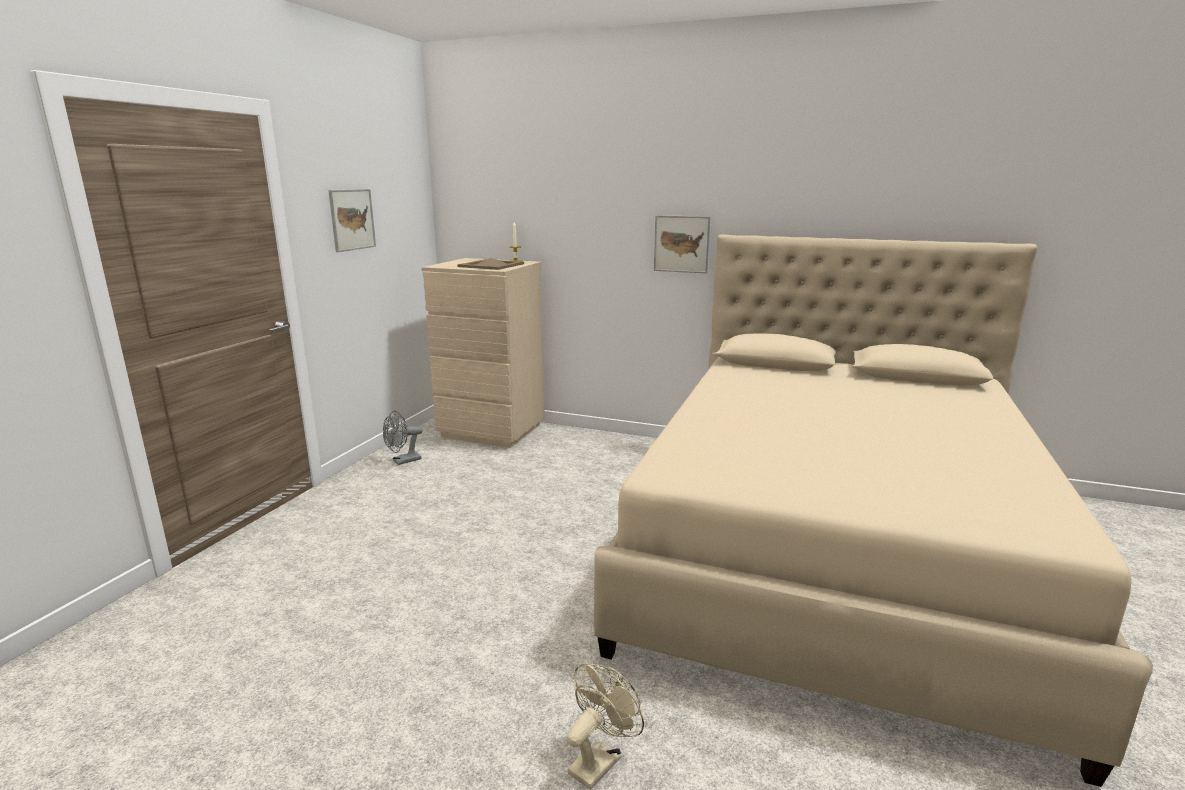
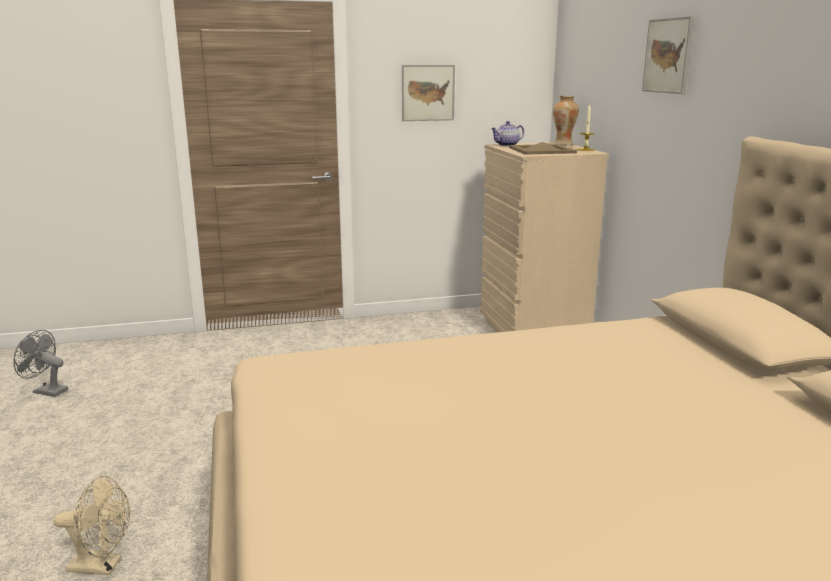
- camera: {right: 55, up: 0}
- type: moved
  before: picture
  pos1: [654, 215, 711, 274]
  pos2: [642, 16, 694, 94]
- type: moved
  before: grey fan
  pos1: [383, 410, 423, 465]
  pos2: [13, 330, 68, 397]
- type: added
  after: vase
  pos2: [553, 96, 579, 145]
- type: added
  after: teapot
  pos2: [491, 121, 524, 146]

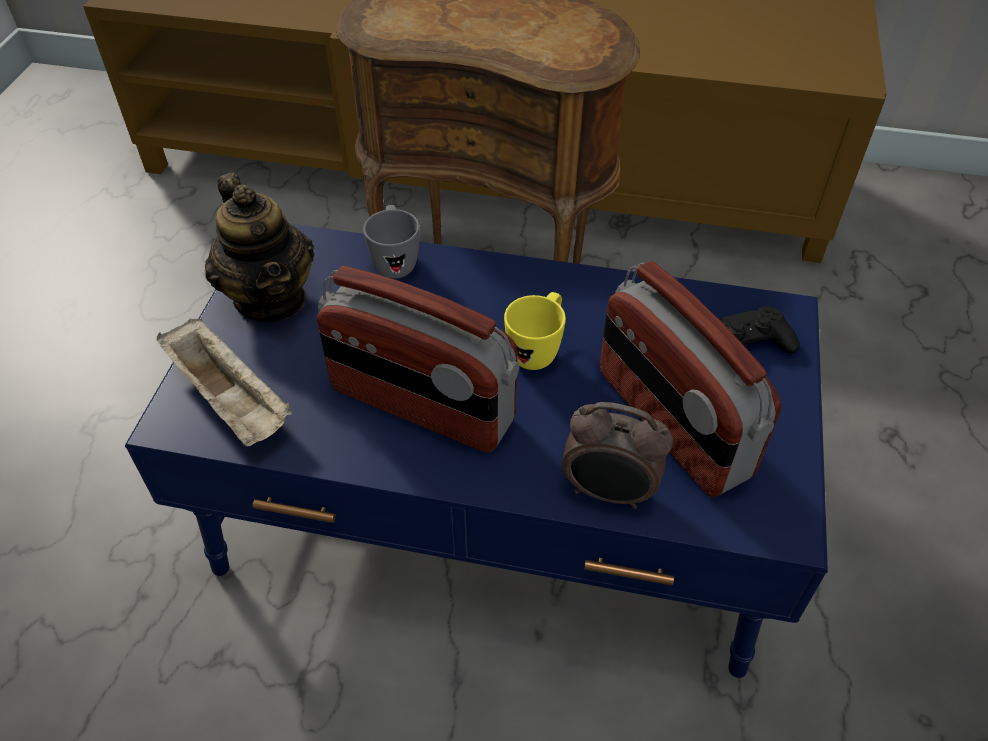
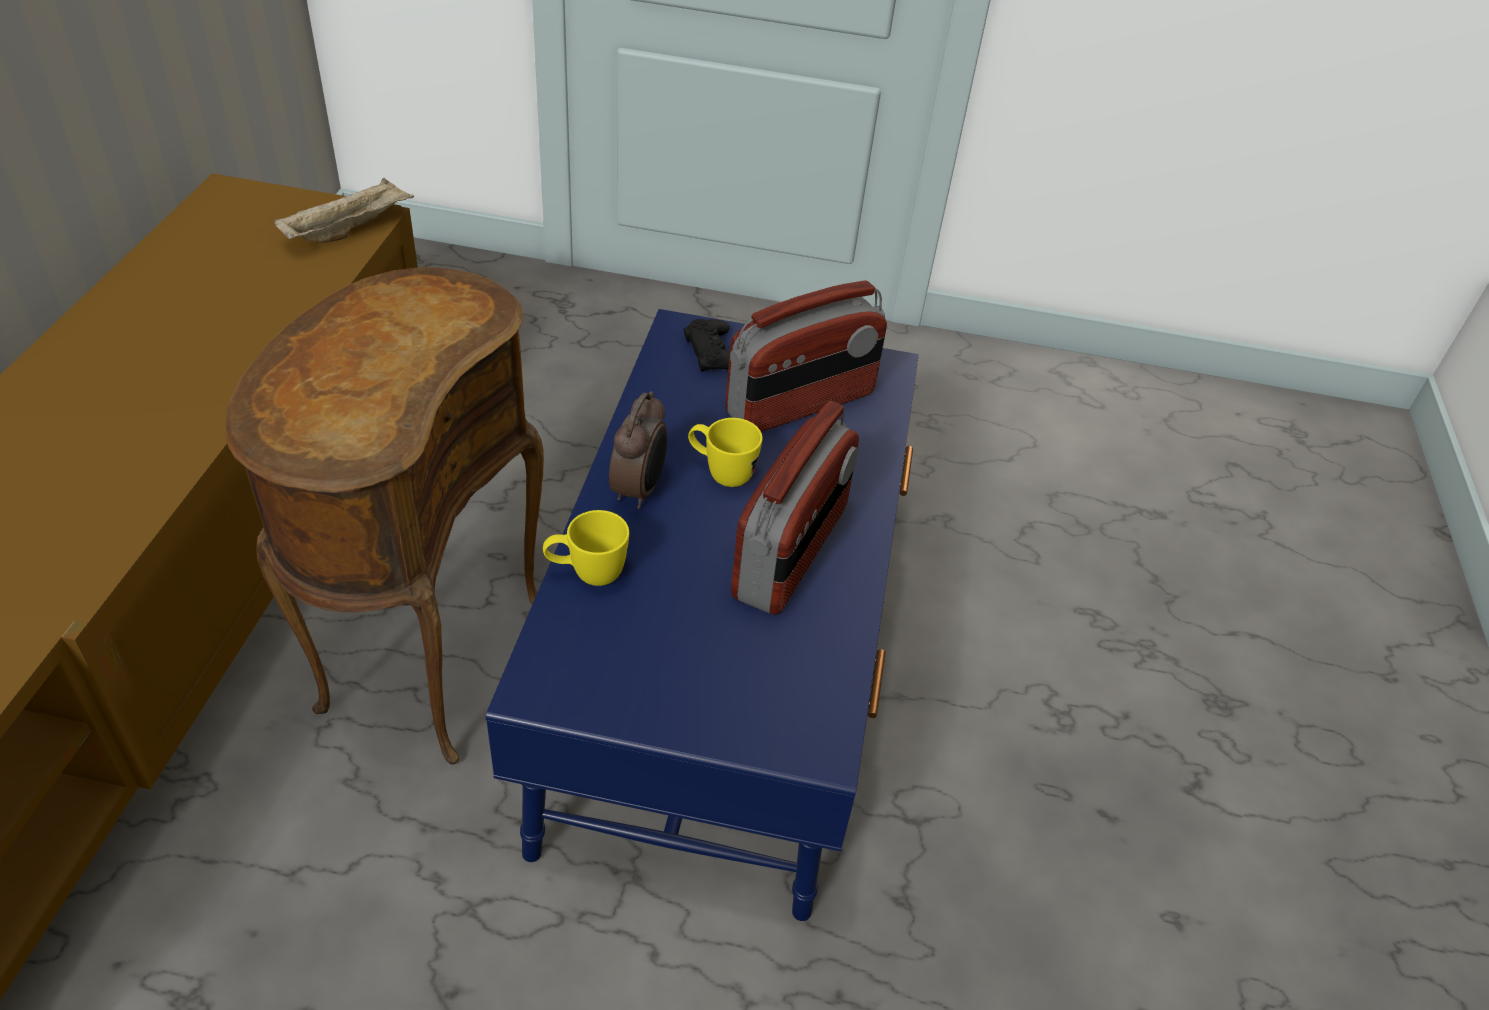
- camera: {right: -95, up: -5}
- type: removed
  before: teapot
  pos1: [205, 173, 314, 322]
- type: recoloured
  before: grey mug
  after: yellow mug
  pos1: [363, 205, 420, 278]
  pos2: [543, 510, 629, 586]
- type: moved
  before: beige tray
  pos1: [157, 318, 292, 447]
  pos2: [274, 178, 414, 243]
- type: moved
  before: alarm clock
  pos1: [562, 402, 673, 509]
  pos2: [609, 391, 667, 509]

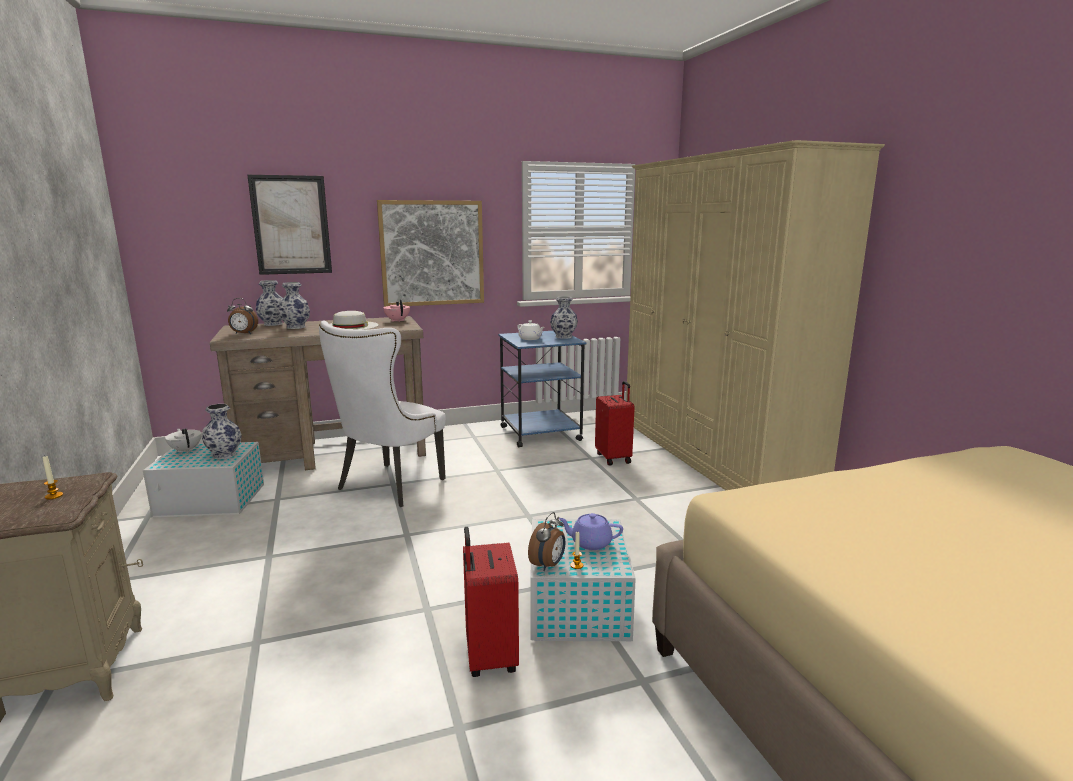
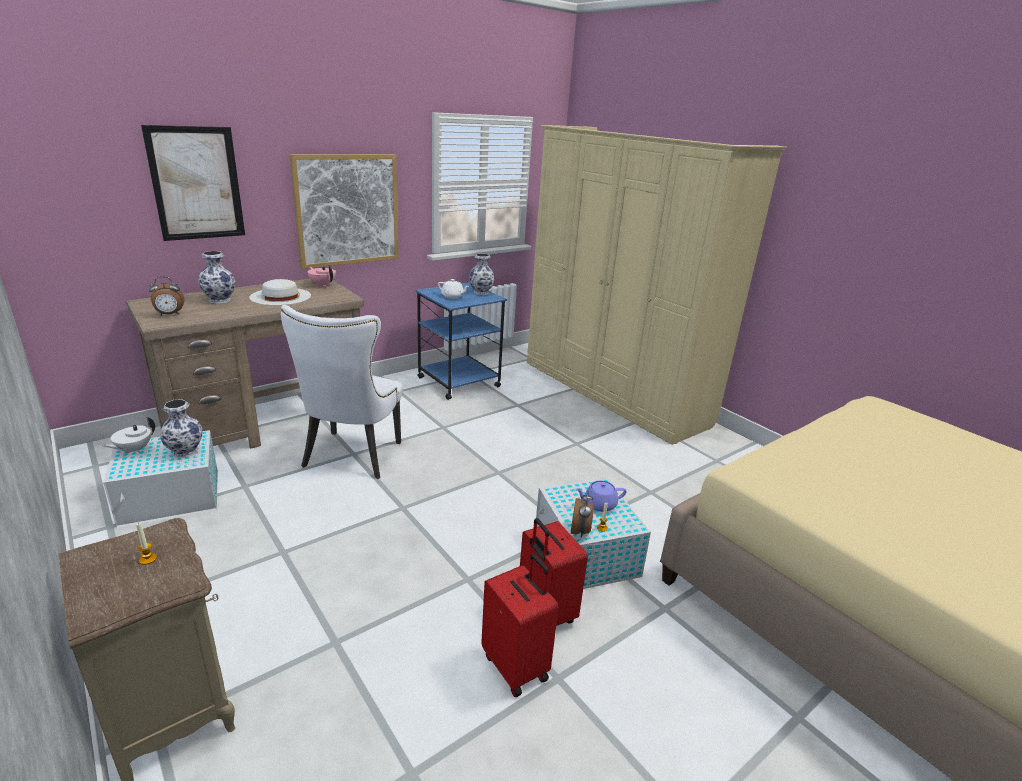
- camera: {right: -20, up: 10}
- type: removed
  before: vase
  pos1: [256, 280, 283, 326]
- type: moved
  before: red suitcase
  pos1: [595, 381, 635, 466]
  pos2: [481, 554, 559, 697]
- type: turned
  before: white teapot
  pos1: [165, 429, 201, 453]
  pos2: [102, 417, 155, 454]
  turn: -90

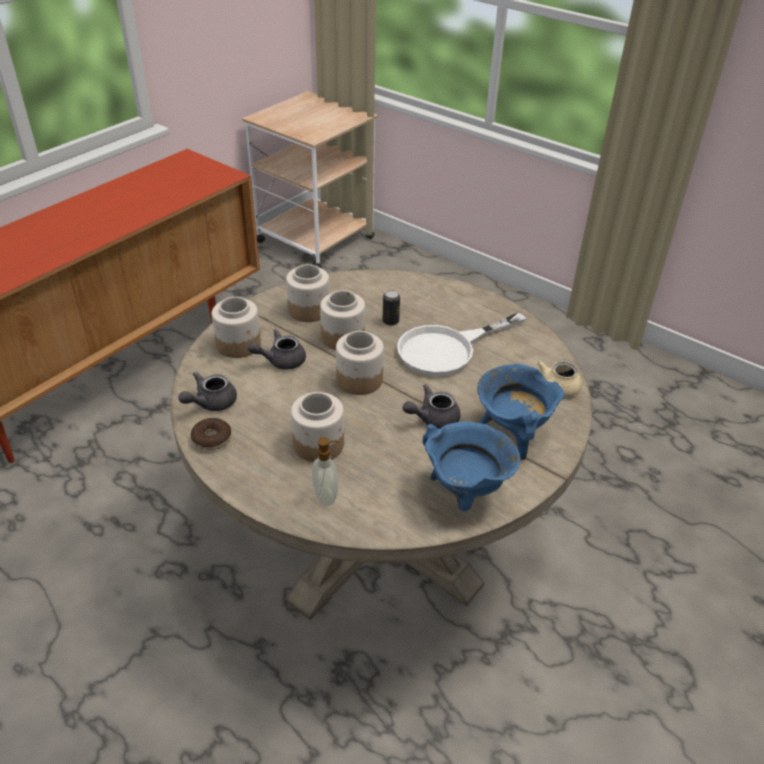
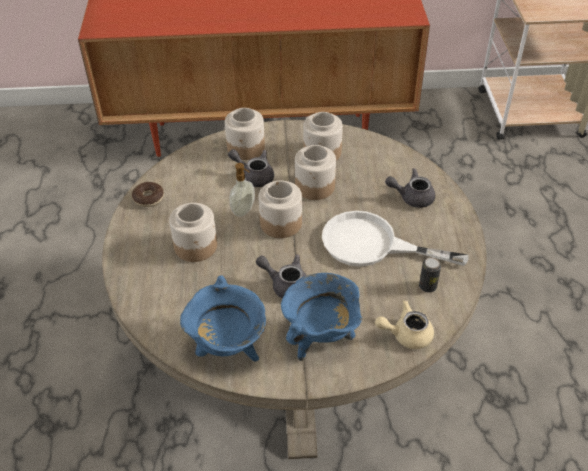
- camera: {right: 50, up: 5}
- type: moved
  before: can
  pos1: [383, 290, 400, 326]
  pos2: [419, 257, 441, 292]
- type: moved
  before: grey teapot
  pos1: [178, 372, 237, 411]
  pos2: [385, 168, 435, 208]
- type: moved
  before: soap dispenser
  pos1: [312, 437, 339, 506]
  pos2: [229, 163, 255, 217]

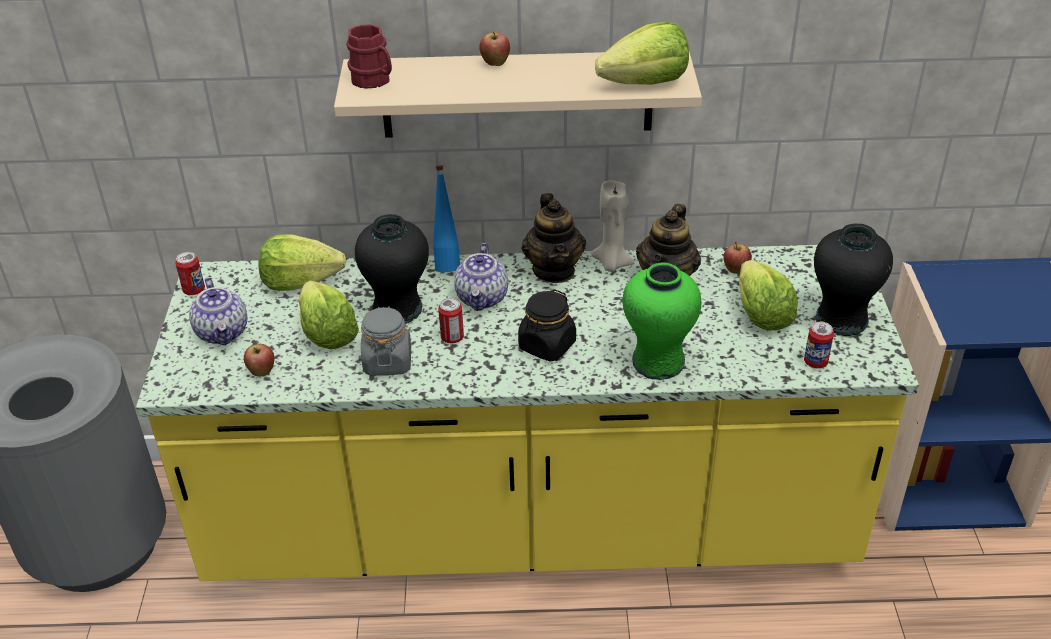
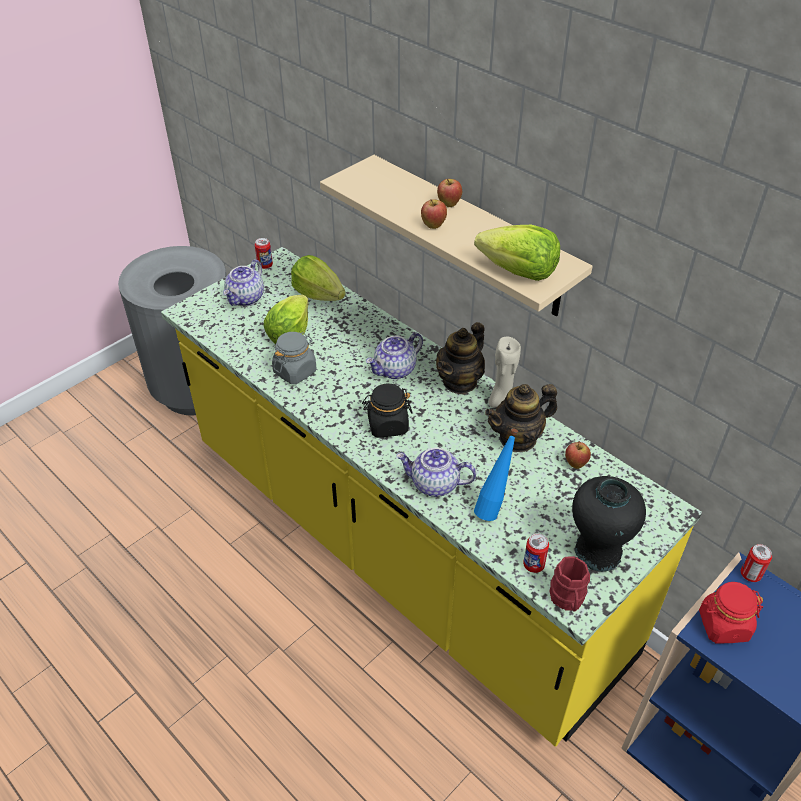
- camera: {right: 45, up: 5}
- type: moved
  before: red mug
  pos1: [346, 24, 392, 89]
  pos2: [550, 556, 590, 612]
- type: moved
  before: blue bottle
  pos1: [433, 165, 460, 272]
  pos2: [474, 428, 518, 521]
- type: removed
  before: black vase
  pos1: [355, 214, 429, 324]
- type: removed
  before: lettuce
  pos1: [739, 260, 798, 331]
- type: replaced
  before: green vase
  after: teapot
  pos1: [622, 263, 701, 380]
  pos2: [396, 448, 476, 497]
- type: moved
  before: can
  pos1: [438, 298, 464, 343]
  pos2: [741, 544, 772, 582]
- type: moved
  before: apple
  pos1: [244, 344, 275, 377]
  pos2: [421, 199, 447, 229]
- type: added
  after: red jar
  pos2: [699, 582, 763, 643]

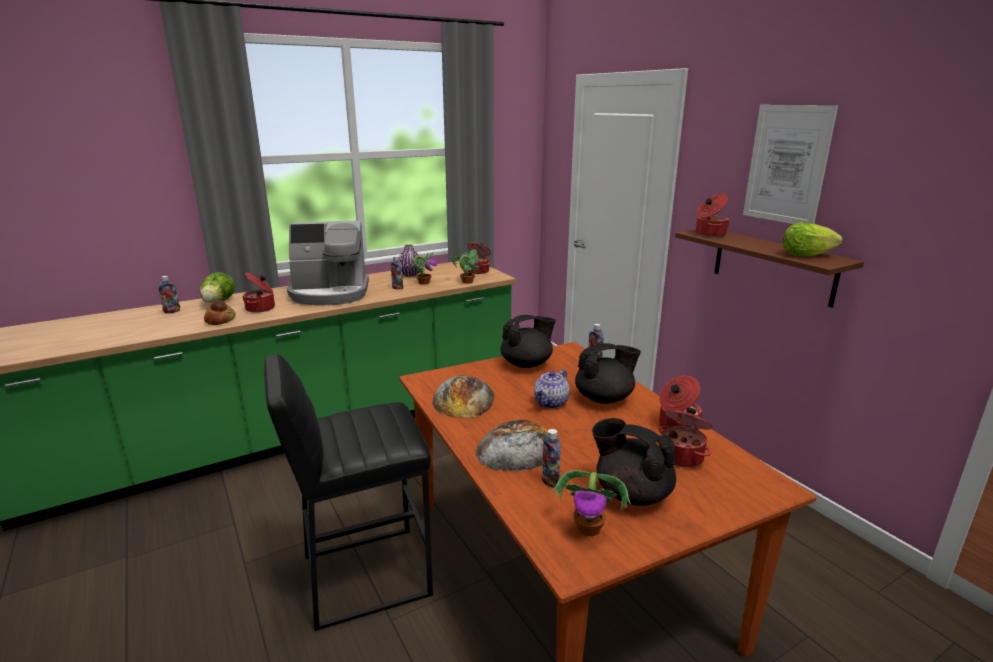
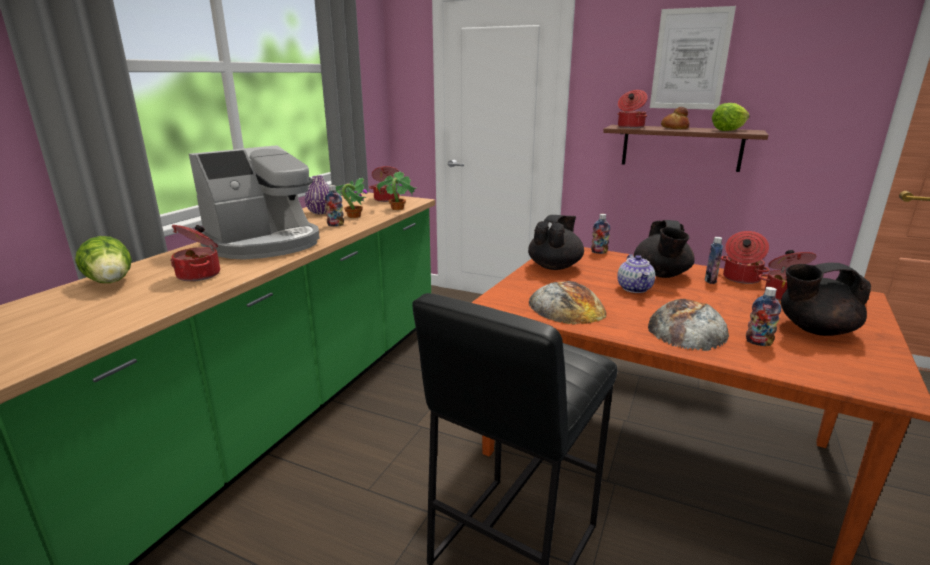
- camera: {right: -35, up: 0}
- type: moved
  before: bottle
  pos1: [158, 276, 180, 314]
  pos2: [705, 237, 723, 284]
- type: moved
  before: bread
  pos1: [204, 299, 236, 325]
  pos2: [661, 107, 689, 129]
- type: turned
  before: black teapot
  pos1: [575, 343, 641, 404]
  pos2: [634, 220, 695, 278]
  turn: 150
- type: removed
  before: potted plant
  pos1: [552, 470, 631, 536]

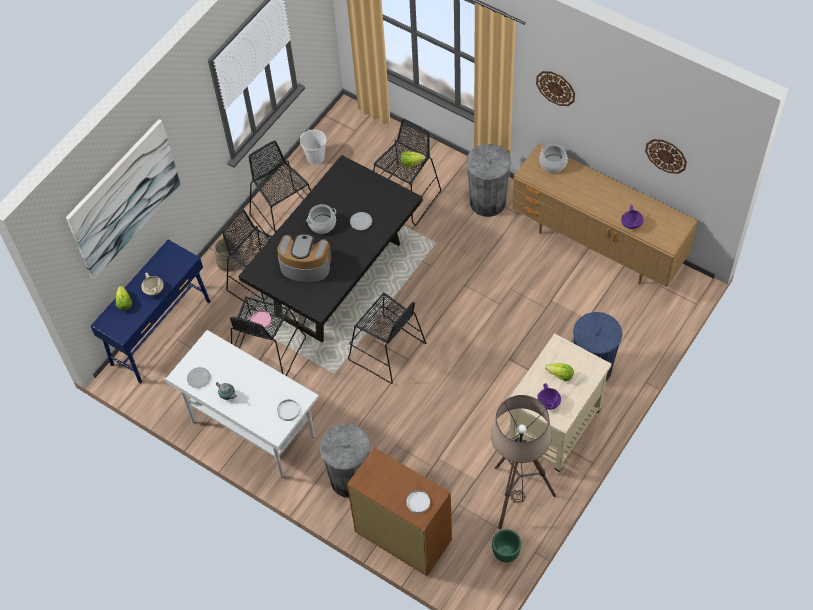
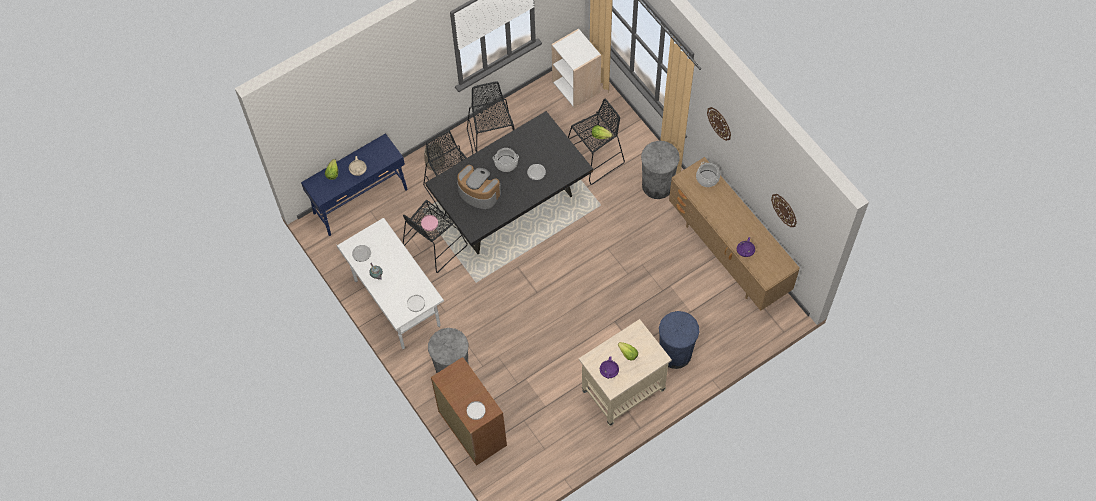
- camera: {right: 20, up: 5}
- type: removed
  before: picture
  pos1: [66, 119, 181, 279]
- type: removed
  before: white bucket
  pos1: [300, 129, 326, 164]
- type: removed
  before: black stool
  pos1: [348, 292, 426, 384]
- type: removed
  before: floor lamp
  pos1: [491, 395, 556, 529]
- type: removed
  before: green planter
  pos1: [492, 529, 521, 563]
- type: added
  after: white bookcase
  pos2: [551, 28, 601, 108]

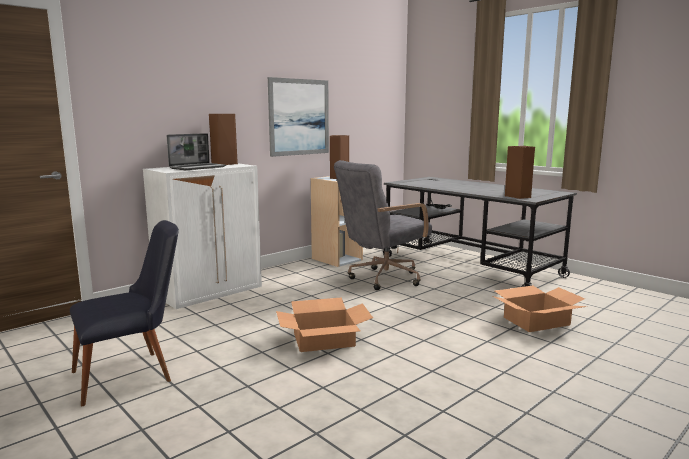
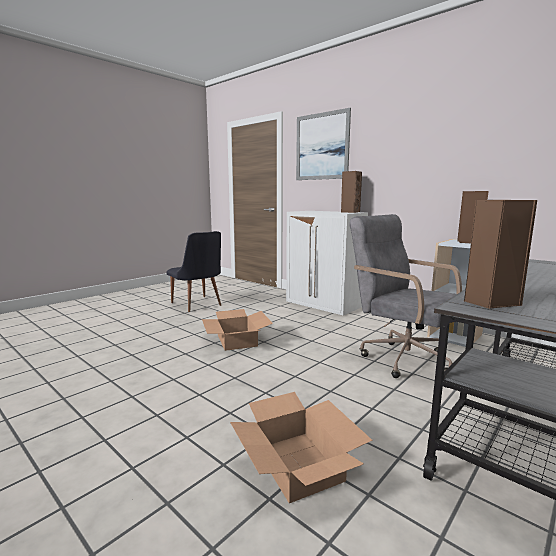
- camera: {right: 85, up: 0}
- type: moved
  before: picture
  pos1: [268, 77, 329, 157]
  pos2: [296, 108, 351, 180]
- type: removed
  before: laptop
  pos1: [167, 133, 226, 170]

